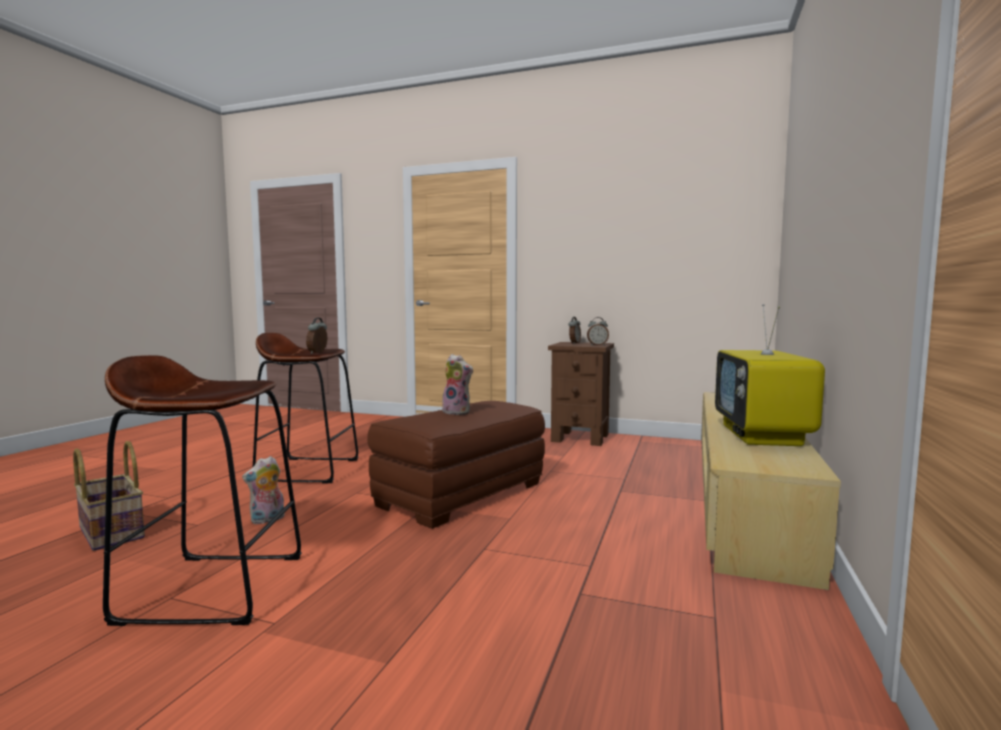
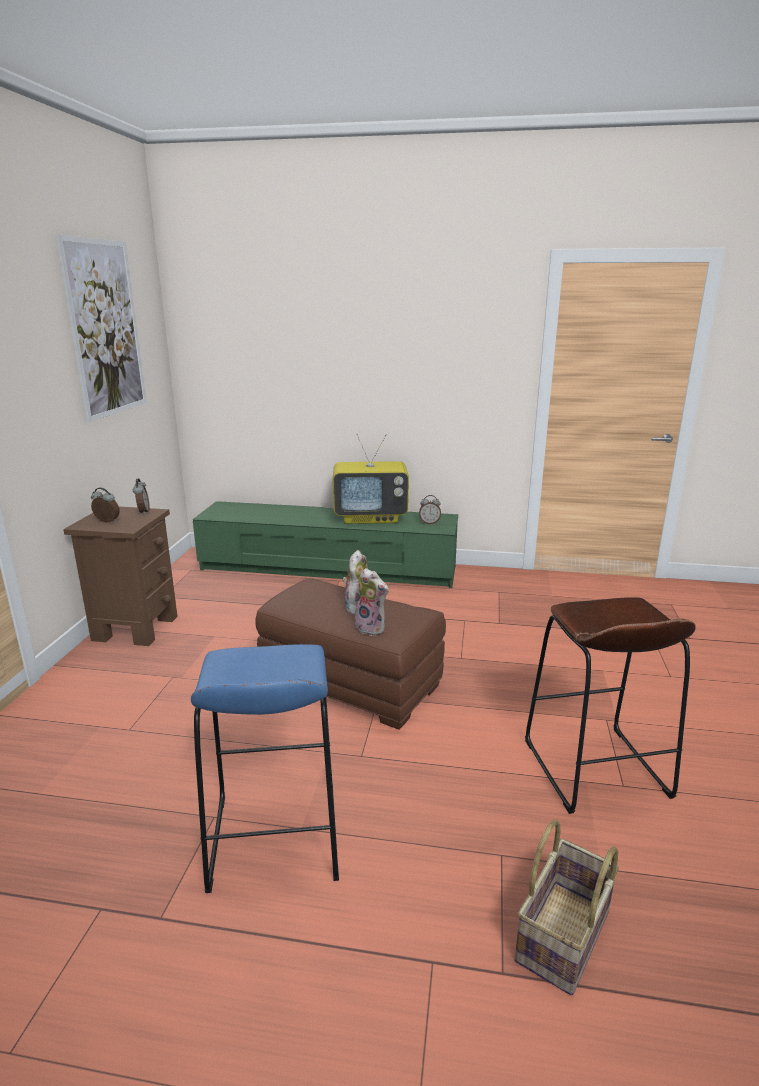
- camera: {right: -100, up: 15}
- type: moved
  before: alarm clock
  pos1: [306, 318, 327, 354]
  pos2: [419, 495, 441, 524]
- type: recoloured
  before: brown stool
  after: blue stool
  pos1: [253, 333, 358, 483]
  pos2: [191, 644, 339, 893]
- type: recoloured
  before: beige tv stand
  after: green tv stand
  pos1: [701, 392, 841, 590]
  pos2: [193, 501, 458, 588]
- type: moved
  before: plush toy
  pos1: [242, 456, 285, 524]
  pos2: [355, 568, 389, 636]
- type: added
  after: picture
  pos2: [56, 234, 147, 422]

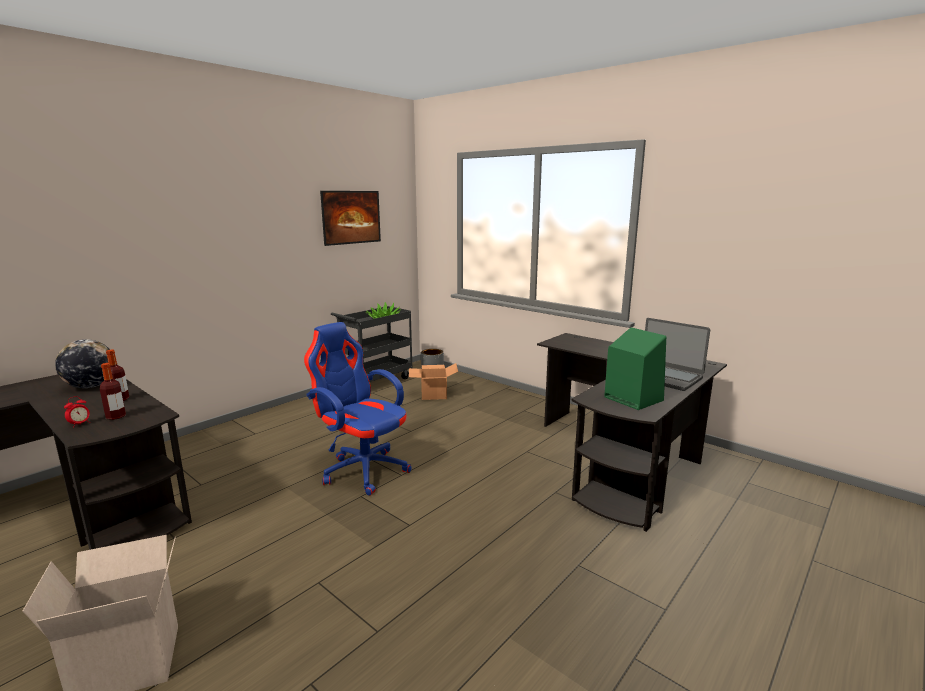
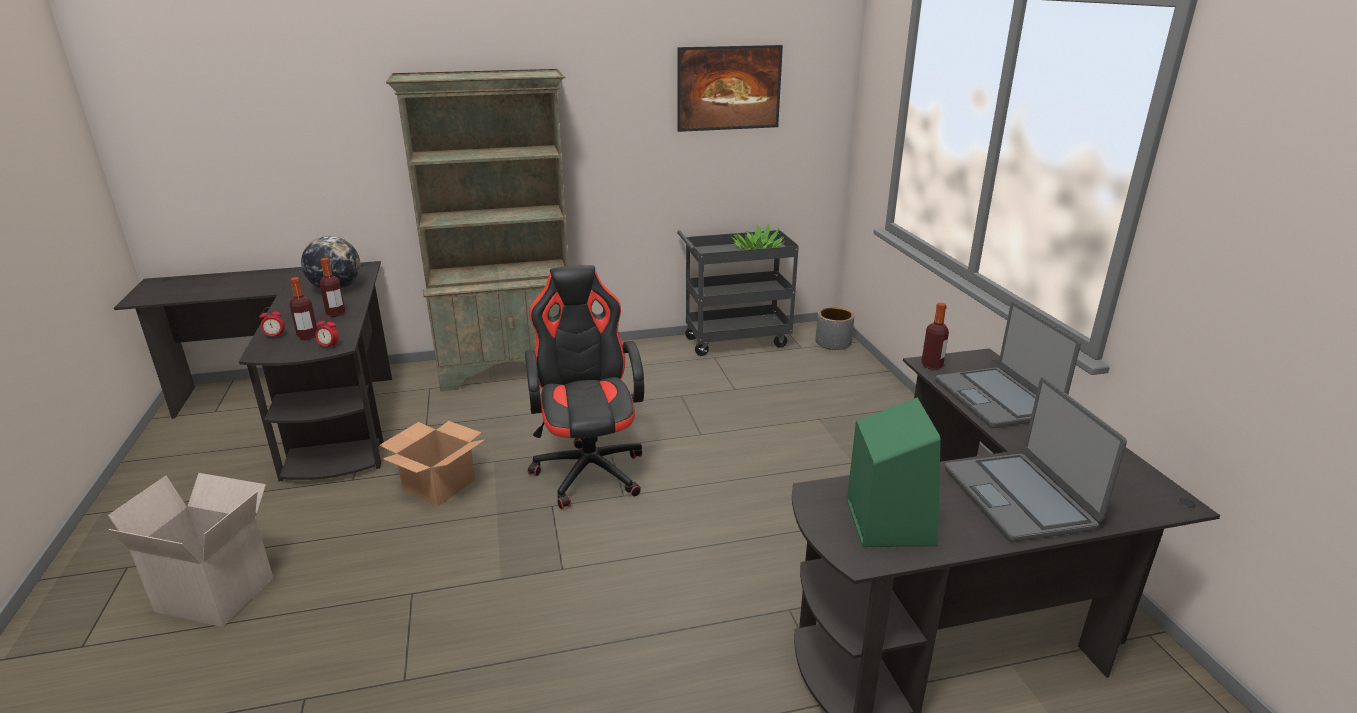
- camera: {right: 35, up: 10}
- type: recoloured
  before: blue office chair
  after: black office chair
  pos1: [304, 322, 411, 496]
  pos2: [525, 265, 644, 509]
- type: moved
  before: cardboard box
  pos1: [409, 363, 458, 400]
  pos2: [379, 421, 485, 506]
- type: added
  after: green bookcase
  pos2: [385, 69, 569, 391]
- type: added
  after: laptop
  pos2: [936, 302, 1081, 428]
- type: added
  after: bottle
  pos2: [921, 303, 949, 369]
- type: added
  after: alarm clock
  pos2: [315, 316, 339, 349]

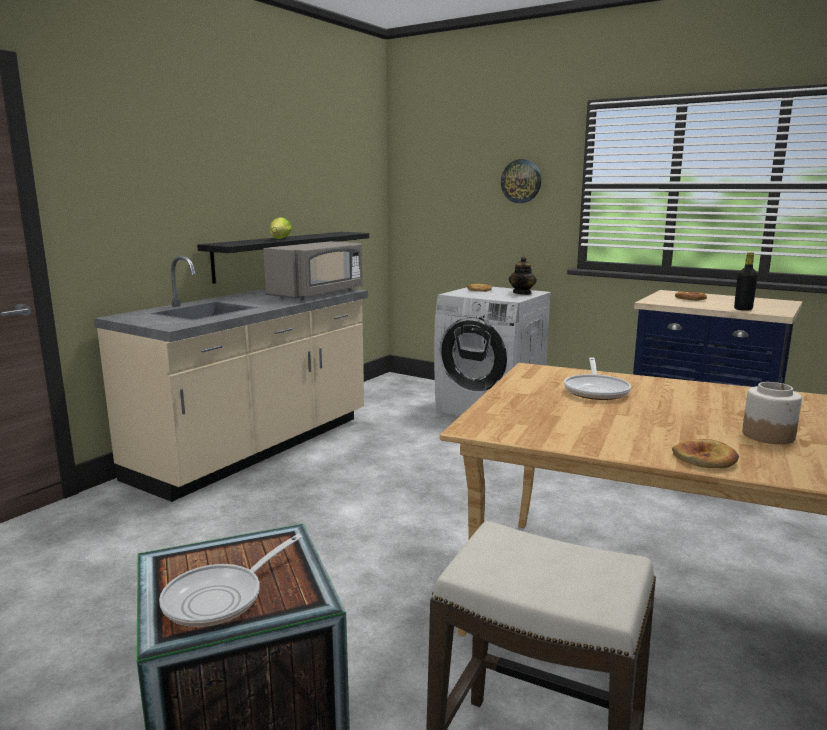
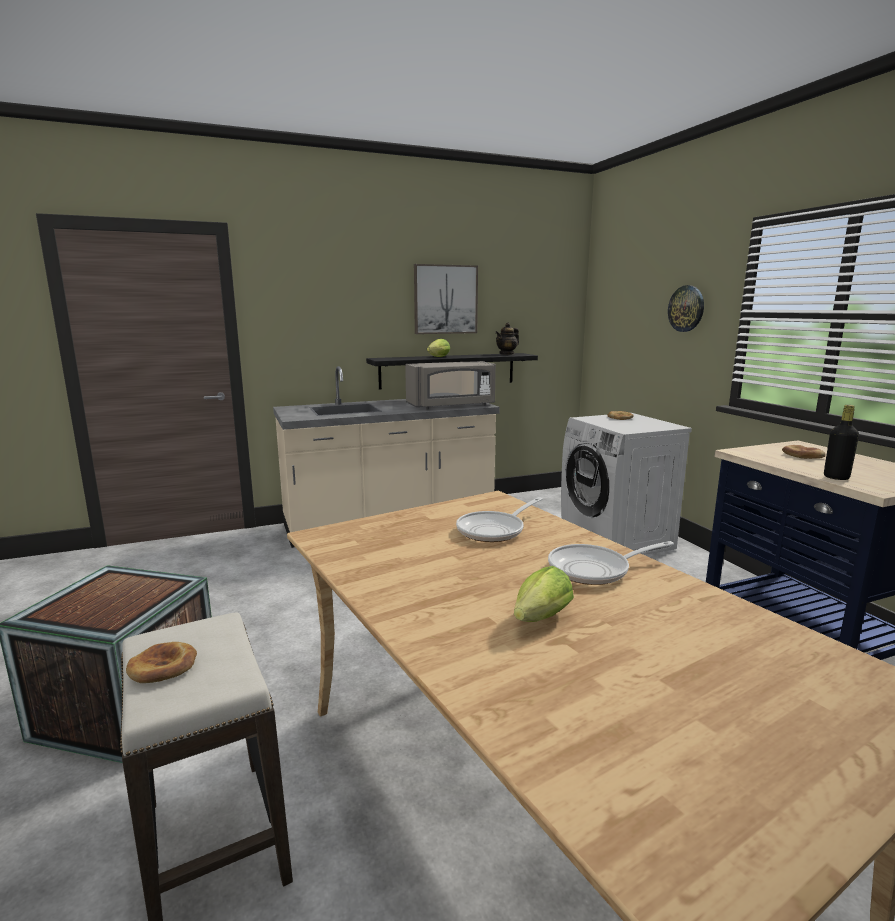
- camera: {right: 35, up: 0}
- type: moved
  before: teapot
  pos1: [509, 256, 537, 295]
  pos2: [495, 323, 519, 355]
- type: replaced
  before: jar
  after: lettuce
  pos1: [742, 382, 802, 444]
  pos2: [514, 566, 574, 622]
- type: moved
  before: bread
  pos1: [672, 439, 739, 469]
  pos2: [126, 642, 197, 683]
- type: moved
  before: frying pan
  pos1: [159, 534, 302, 627]
  pos2: [548, 541, 674, 585]
- type: added
  after: picture
  pos2: [414, 264, 478, 334]

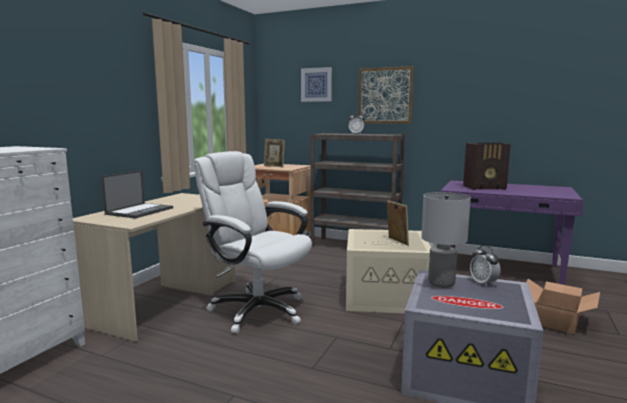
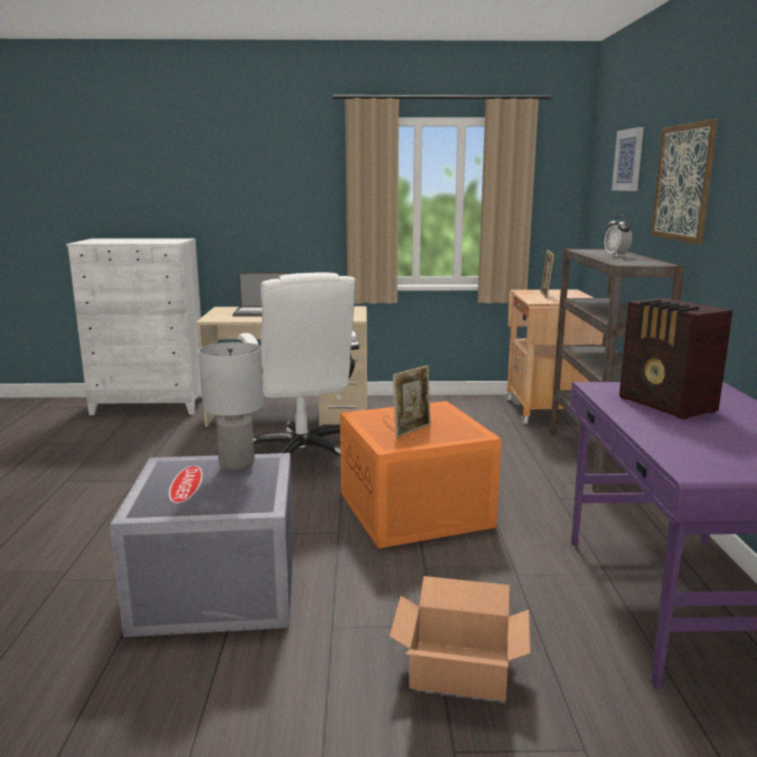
- camera: {right: 65, up: 5}
- type: turned
  before: white office chair
  pos1: [194, 151, 312, 334]
  pos2: [238, 272, 359, 456]
  turn: 150
- type: recoloured
  before: beige storage box
  after: orange storage box
  pos1: [346, 229, 431, 314]
  pos2: [340, 401, 501, 549]
- type: removed
  before: alarm clock
  pos1: [470, 245, 501, 287]

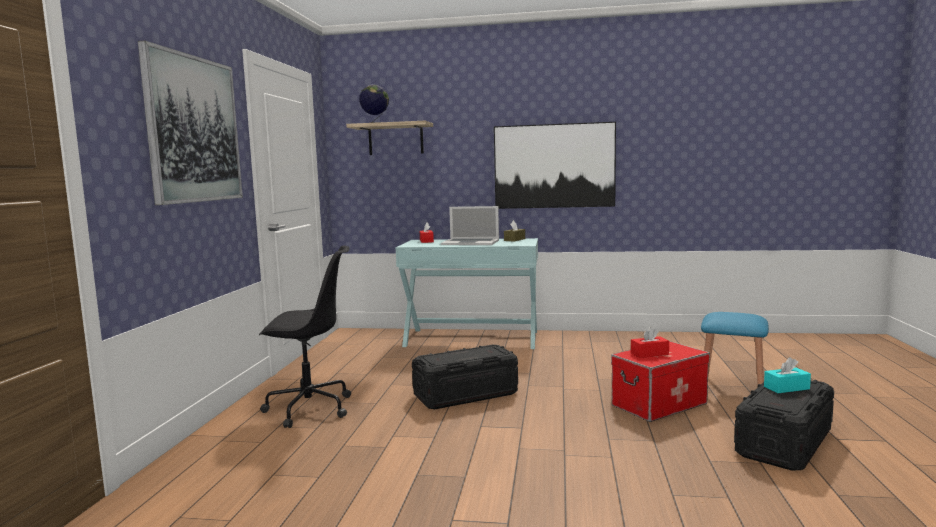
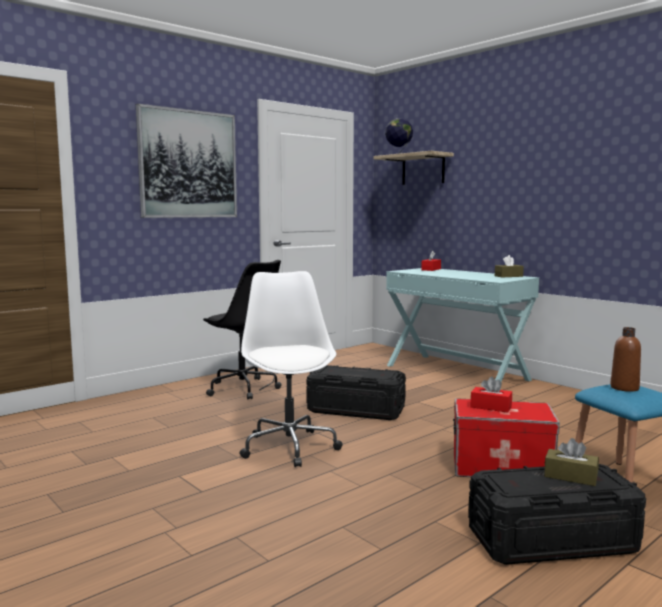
- camera: {right: 40, up: 0}
- type: removed
  before: picture
  pos1: [494, 122, 616, 209]
- type: removed
  before: laptop
  pos1: [441, 206, 499, 245]
- type: recoloured
  before: turquoise tissue box
  after: brown tissue box
  pos1: [764, 357, 811, 393]
  pos2: [544, 438, 599, 486]
- type: added
  after: white office chair
  pos2: [239, 271, 343, 467]
- type: added
  after: brown bottle
  pos2: [610, 327, 641, 392]

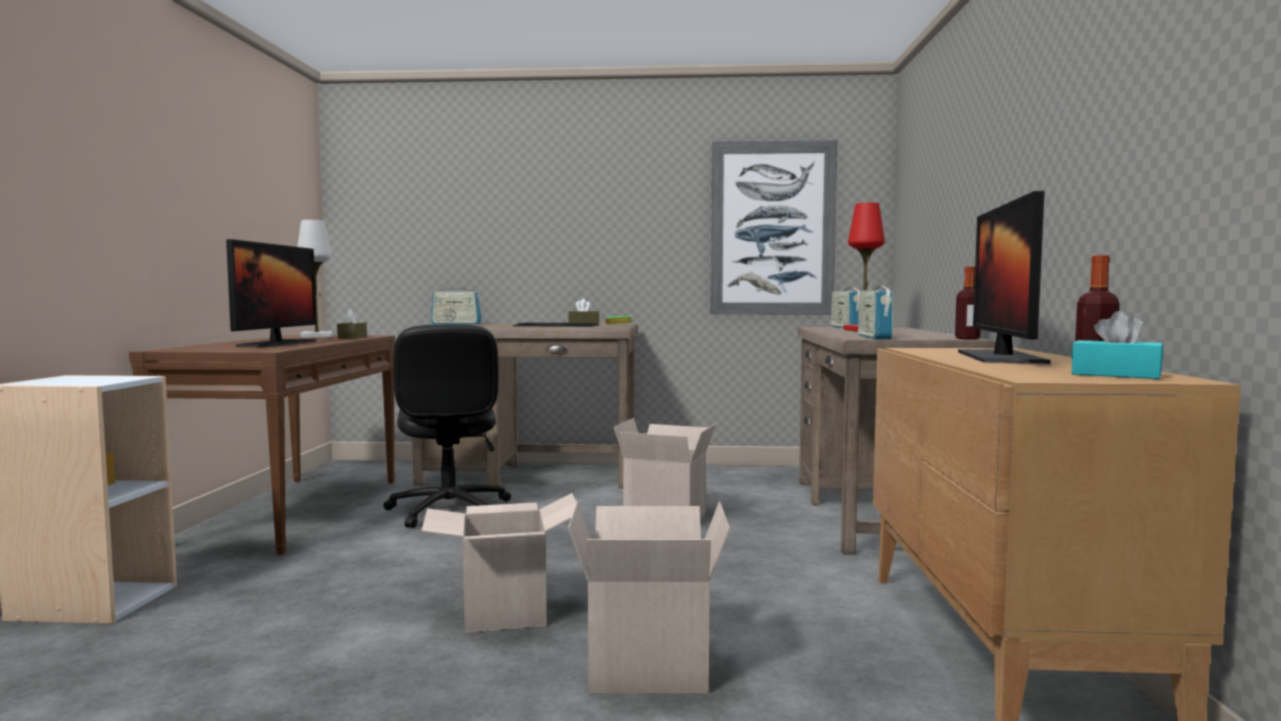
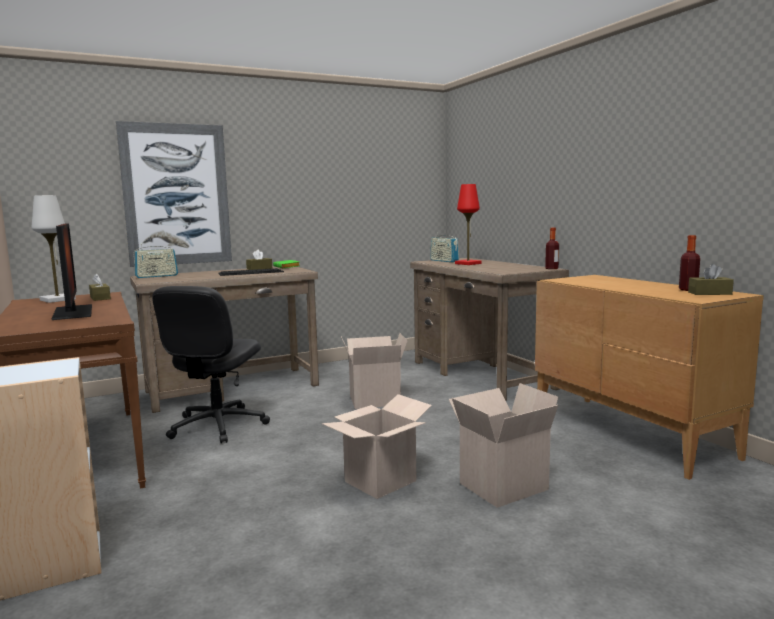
- camera: {right: -30, up: 5}
- type: moved
  before: picture
  pos1: [710, 140, 838, 315]
  pos2: [116, 121, 232, 267]
- type: removed
  before: monitor
  pos1: [958, 191, 1050, 364]
- type: removed
  before: radio
  pos1: [858, 280, 893, 339]
- type: recoloured
  before: turquoise tissue box
  after: brown tissue box
  pos1: [1071, 311, 1163, 379]
  pos2: [688, 264, 734, 295]
- type: turned
  before: black office chair
  pos1: [383, 324, 511, 528]
  pos2: [152, 286, 270, 444]
  turn: 60

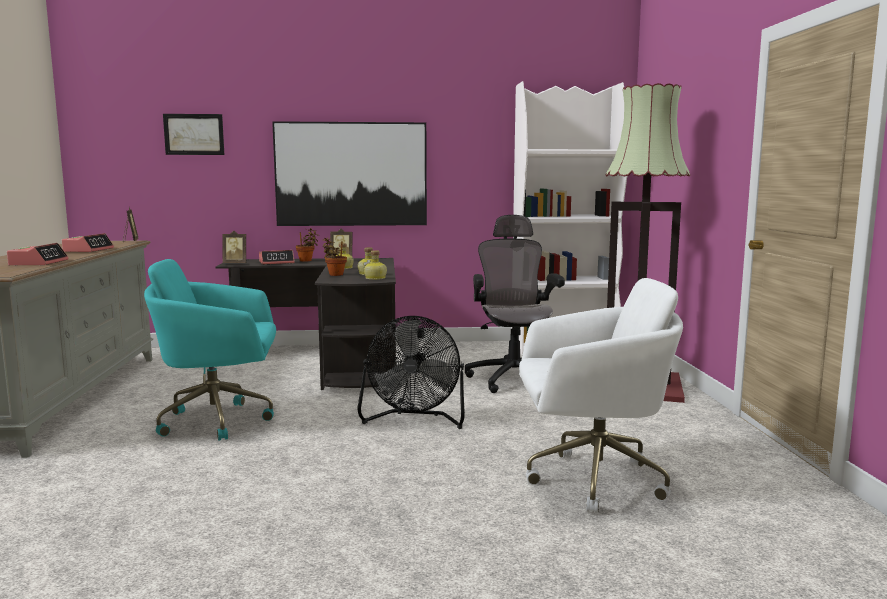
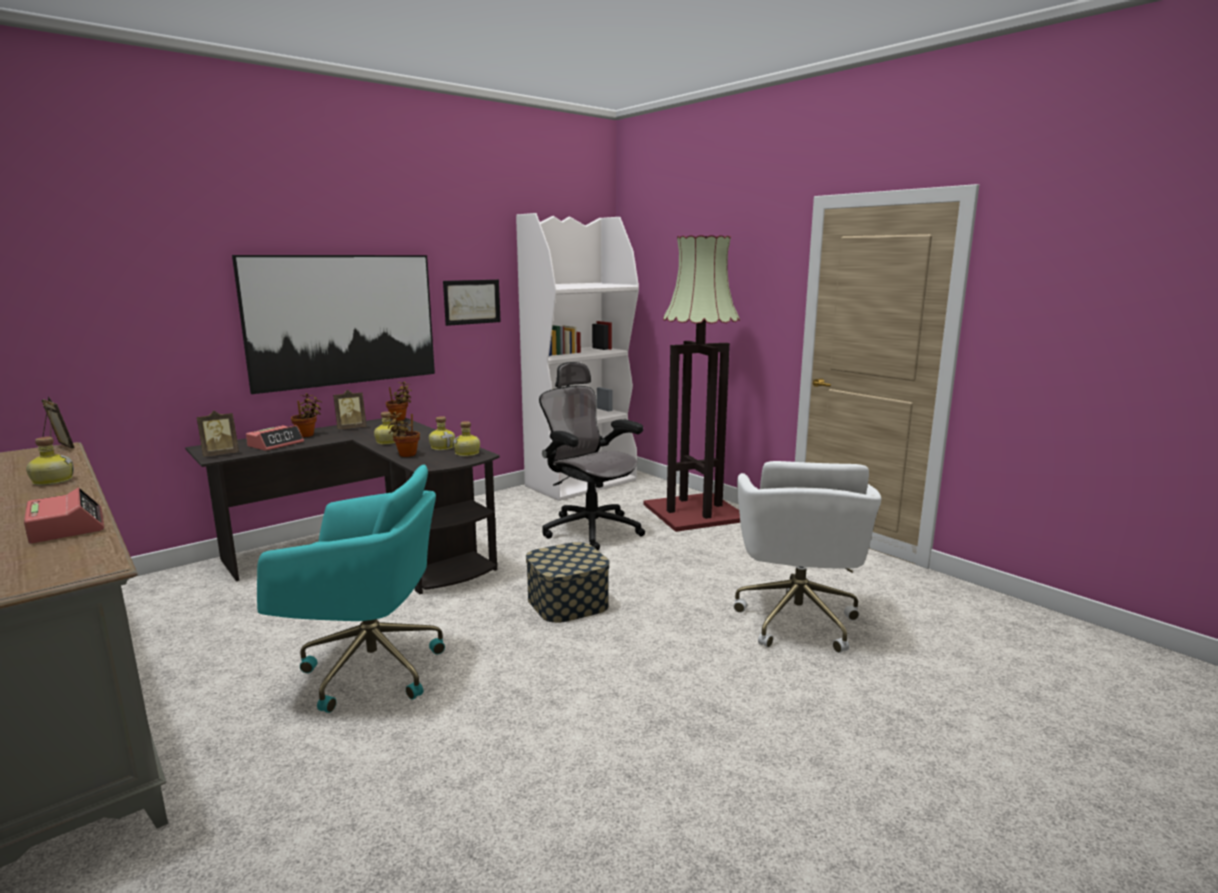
- camera: {right: -35, up: 5}
- type: moved
  before: picture
  pos1: [163, 114, 224, 155]
  pos2: [443, 280, 501, 326]
- type: replaced
  before: alarm clock
  after: bottle
  pos1: [62, 233, 114, 252]
  pos2: [26, 437, 74, 485]
- type: turned
  before: turquoise office chair
  pos1: [144, 259, 276, 441]
  pos2: [257, 465, 445, 713]
  turn: -135
- type: turned
  before: white office chair
  pos1: [519, 278, 683, 513]
  pos2: [734, 461, 881, 653]
  turn: 135
- type: replaced
  before: black fan
  after: storage box
  pos1: [358, 316, 465, 429]
  pos2: [526, 542, 610, 623]
- type: added
  after: potted plant
  pos2: [386, 381, 412, 421]

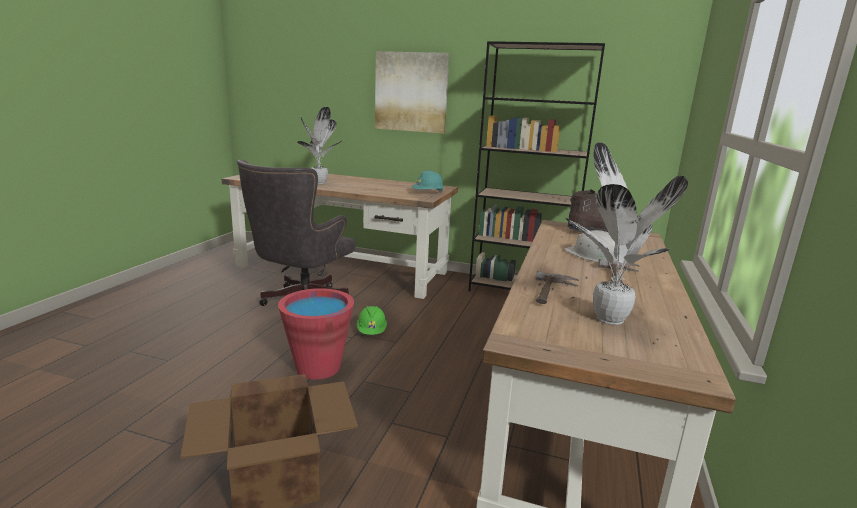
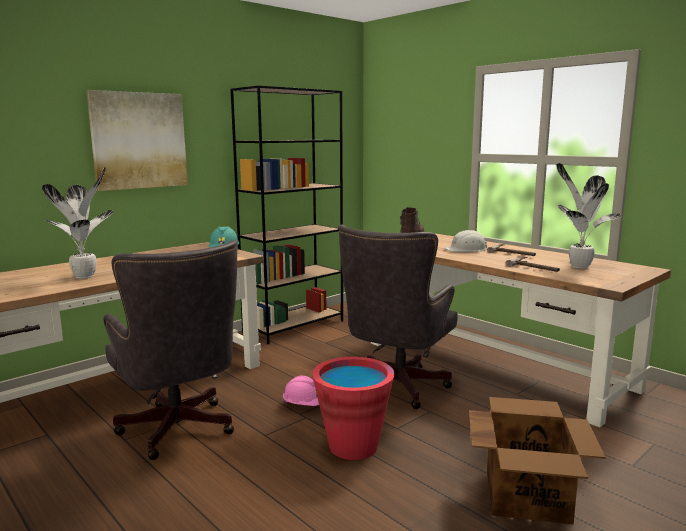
- camera: {right: -60, up: -5}
- type: recoloured
  before: green hard hat
  after: pink hard hat
  pos1: [357, 306, 387, 335]
  pos2: [283, 376, 319, 406]
- type: added
  after: grey office chair
  pos2: [338, 225, 458, 409]

